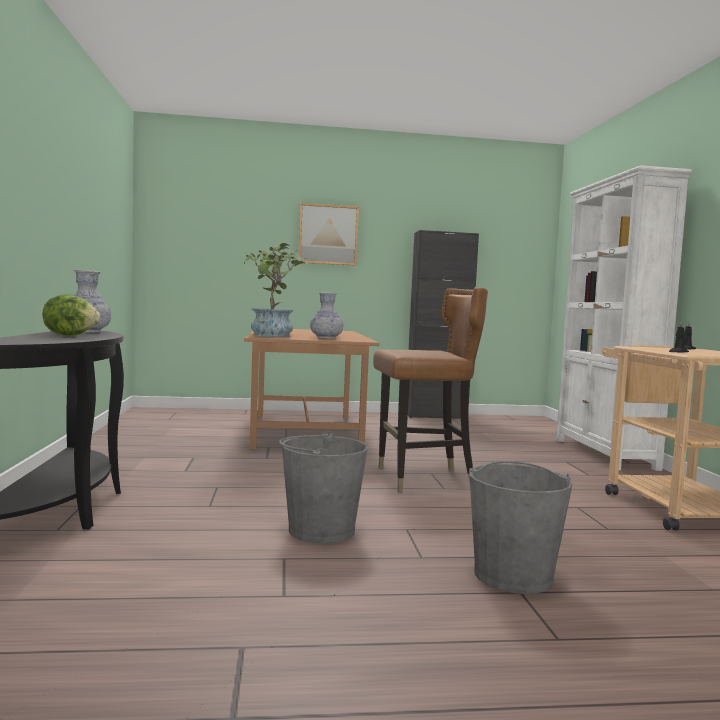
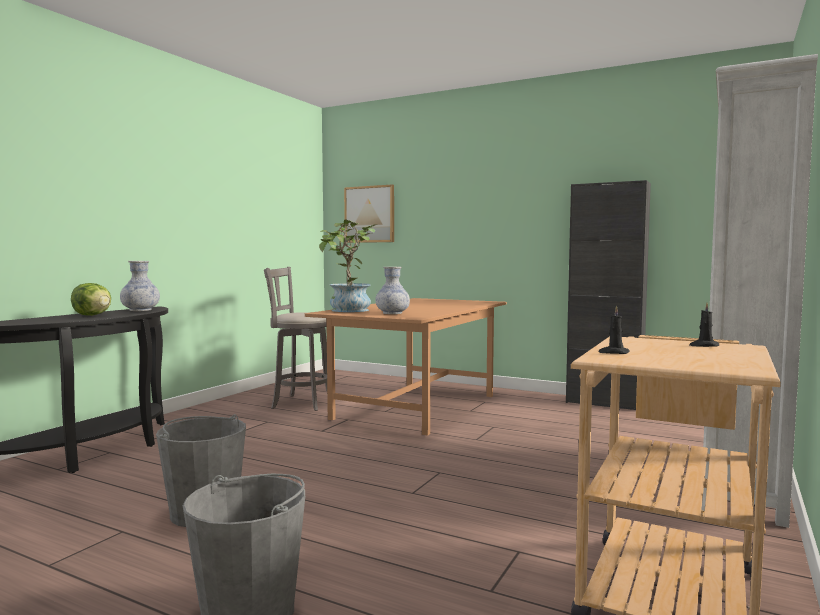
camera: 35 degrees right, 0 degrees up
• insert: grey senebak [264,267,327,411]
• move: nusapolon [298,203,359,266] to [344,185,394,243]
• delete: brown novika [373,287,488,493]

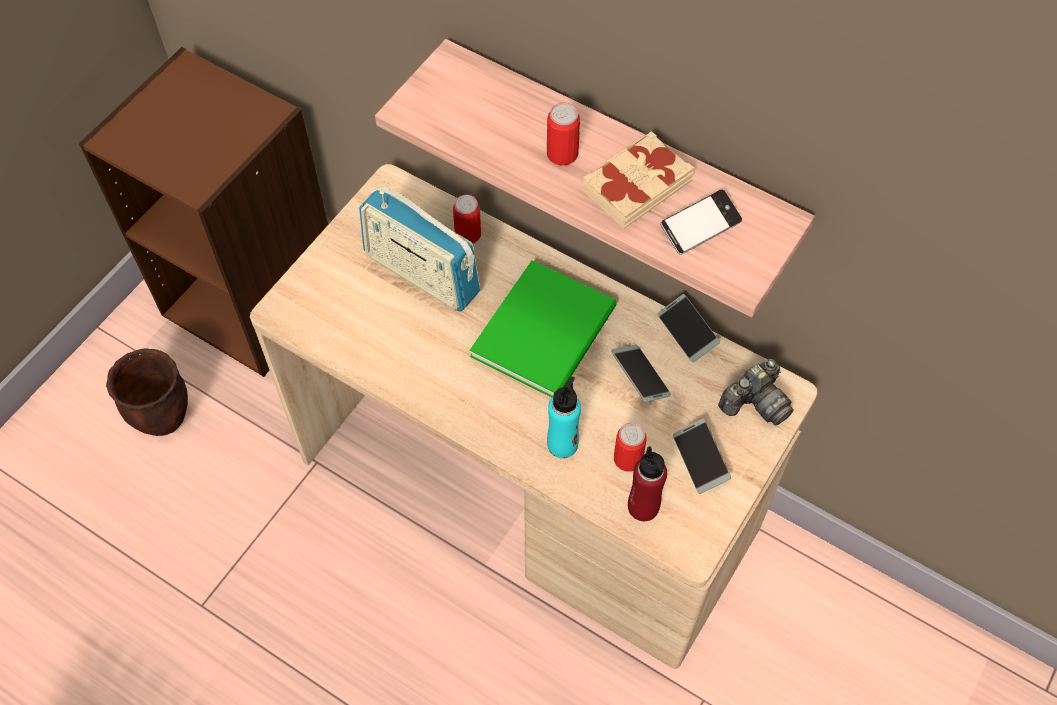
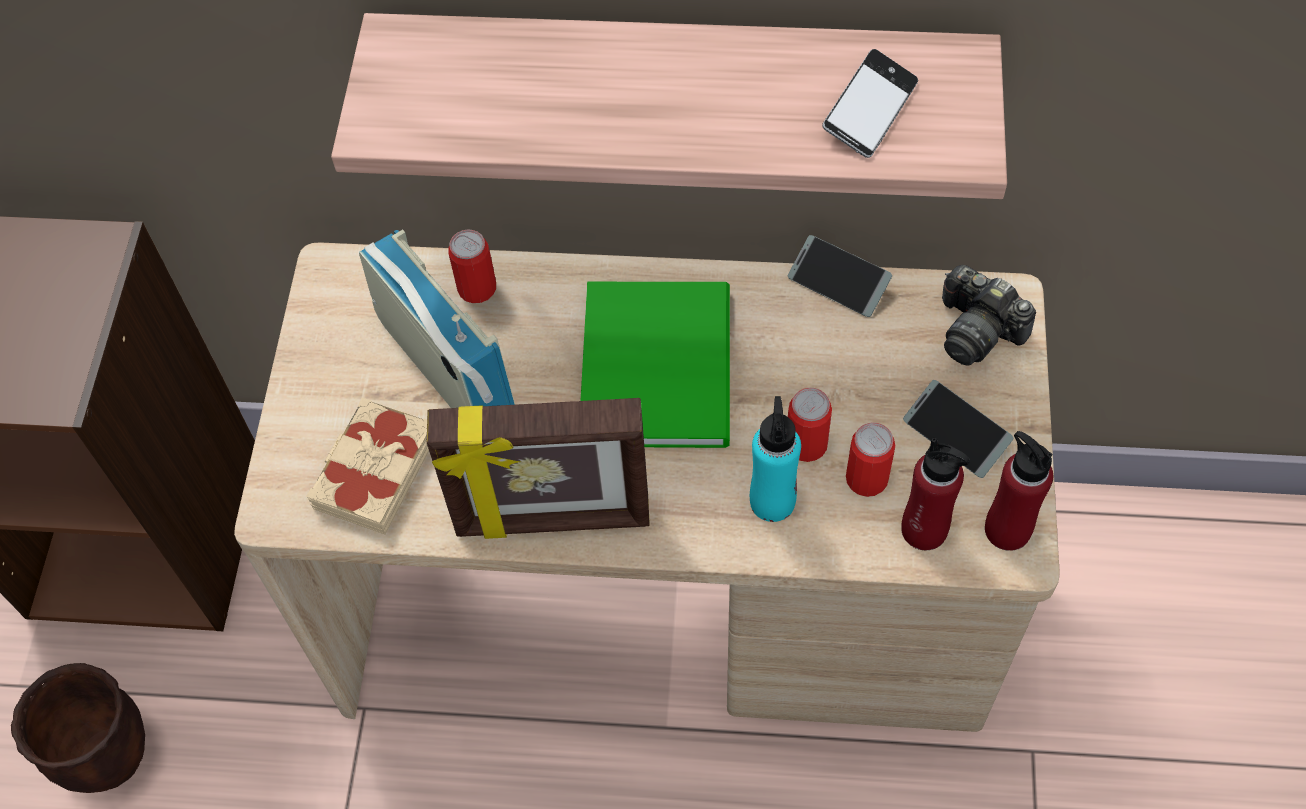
camera: 25 degrees left, 0 degrees up
• move: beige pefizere [583,131,694,229] to [306,398,429,534]
• rotate: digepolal [359,187,481,312] = [359,230,515,408] 135 degrees counterclockwise
• insert: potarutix [427,398,650,539]
• move: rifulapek [547,103,580,165] to [788,388,832,462]
• rotate: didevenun [718,359,794,426] = [942,265,1036,366] 105 degrees clockwise
• insert: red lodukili [985,431,1053,551]
• delete: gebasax [611,344,671,402]

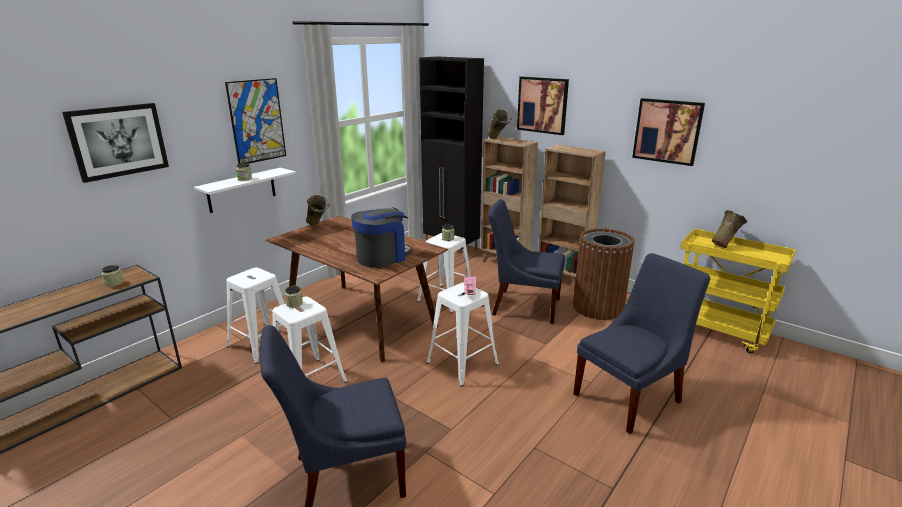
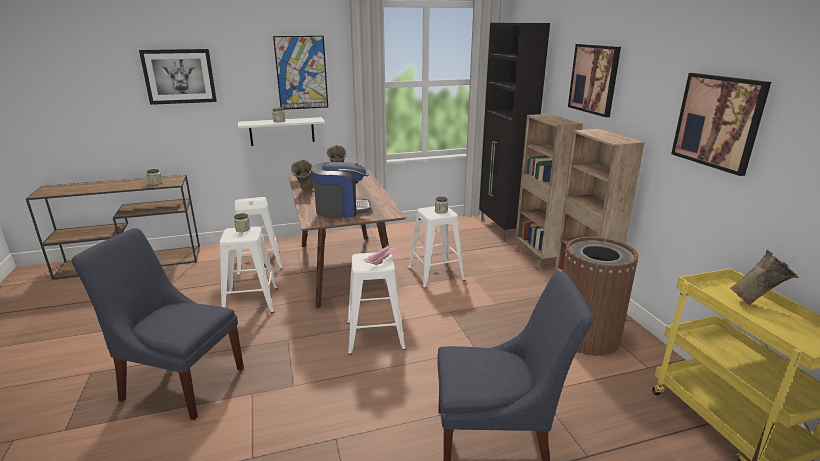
camera: 35 degrees right, 0 degrees up
• move: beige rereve [487,109,512,139] to [291,160,314,191]
• delete: blue novika [487,199,565,324]

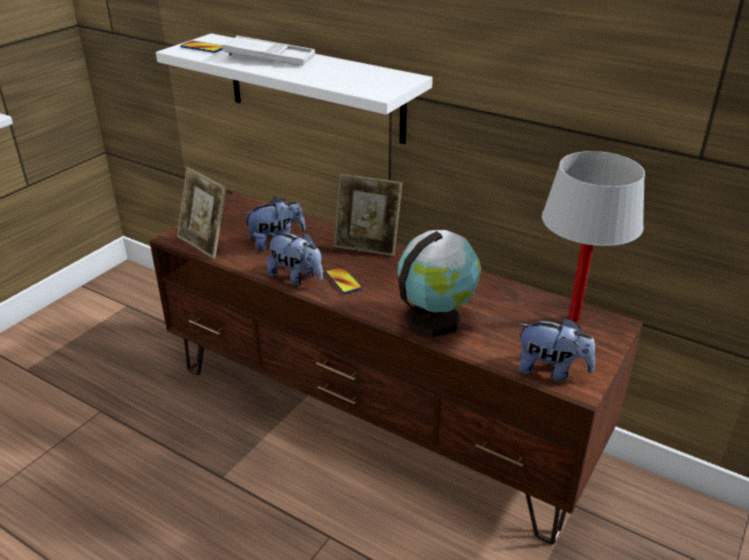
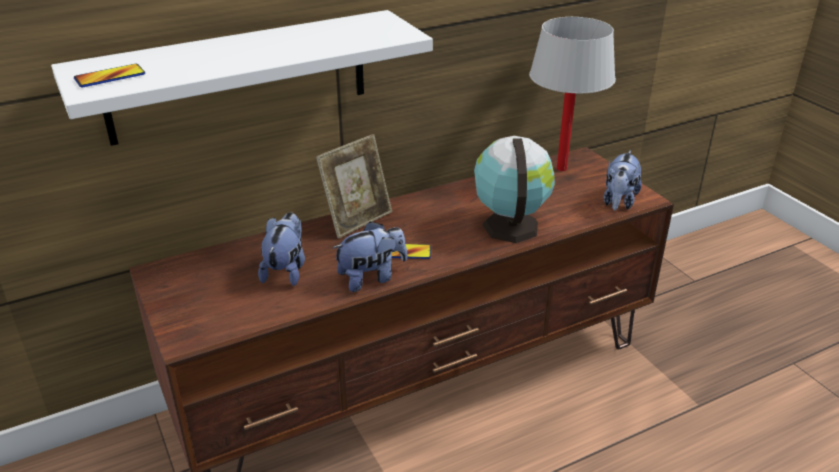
camera: 60 degrees left, 0 degrees up
• rotate: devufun [518,318,595,382] = [604,150,642,210] 150 degrees clockwise
• delete: potarutix [177,167,227,259]
• delete: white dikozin [222,36,315,66]

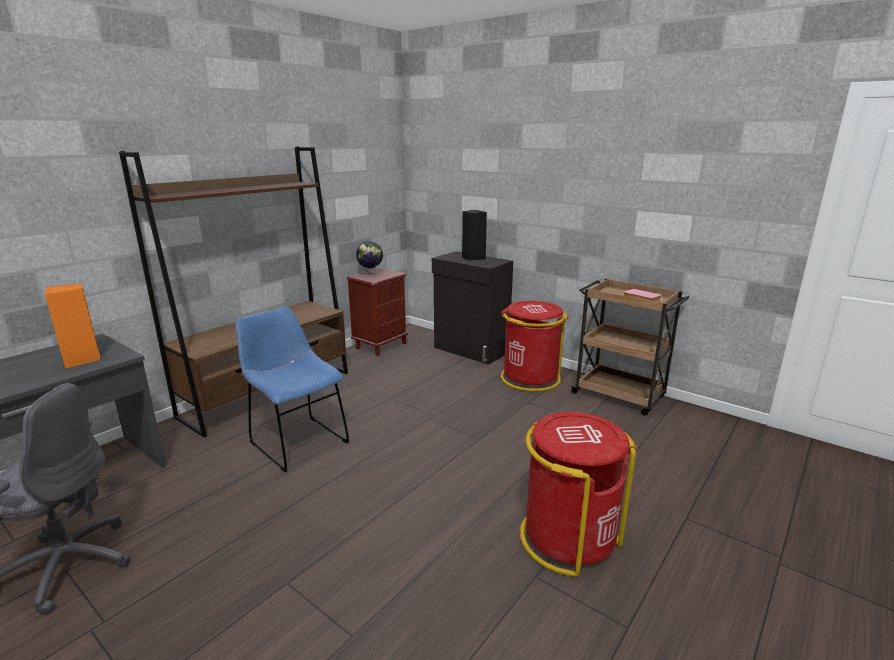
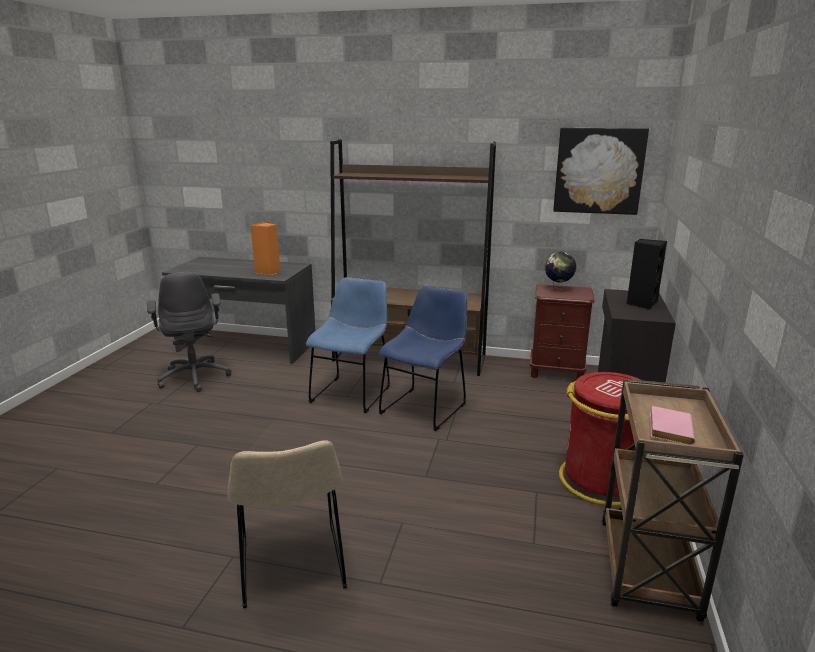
camera: 65 degrees right, 0 degrees up
• replace: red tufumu [520,412,637,577] to beige novika [228,440,347,608]
• insert: blue novika [379,286,468,431]
• insert: nusapolon [553,128,649,215]

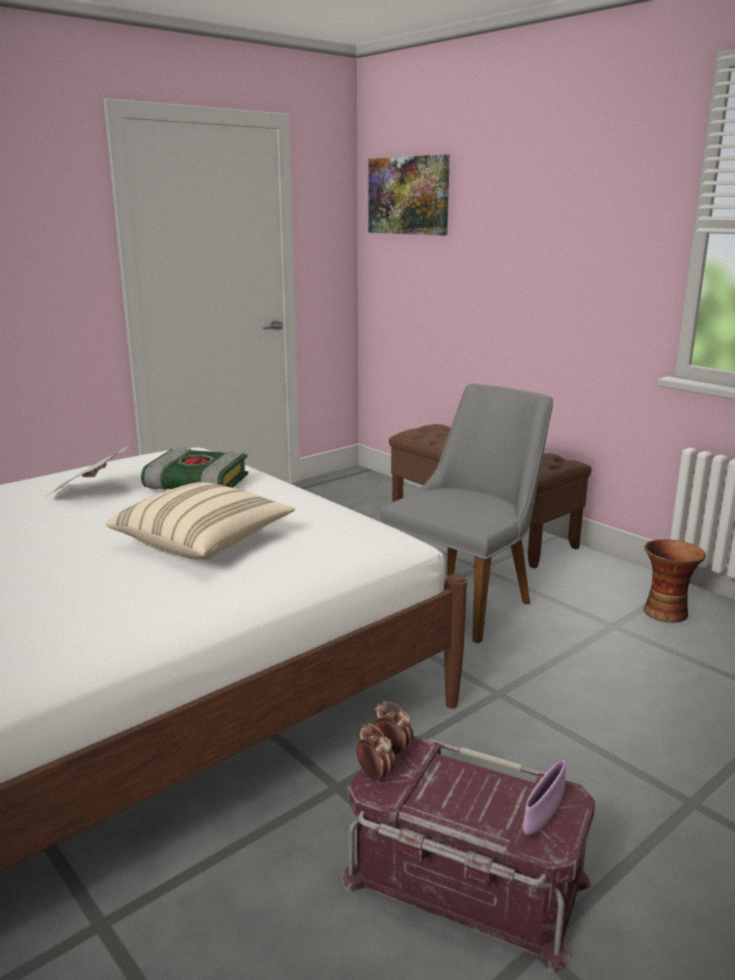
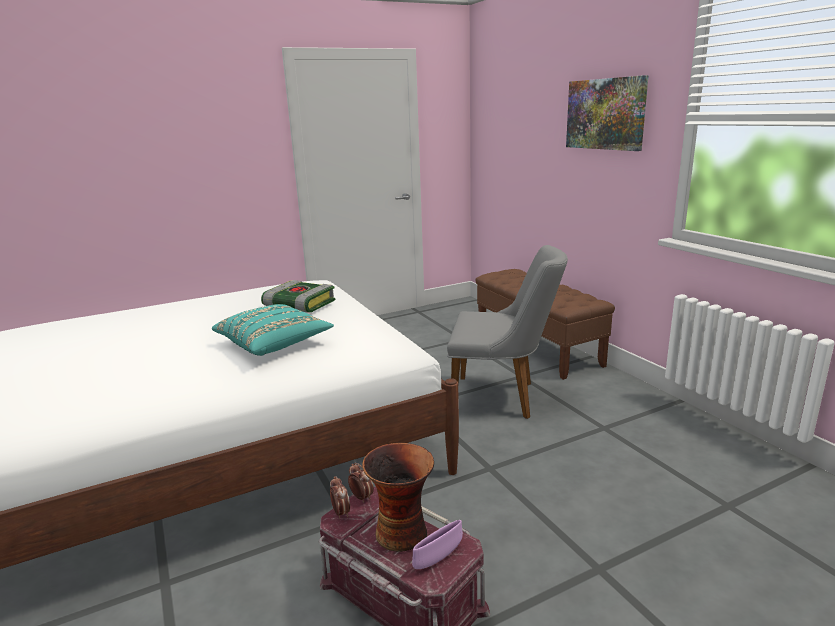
camera: 15 degrees right, 0 degrees up
• recolor: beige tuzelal [106,482,295,560] to turquoise tuzelal [212,304,334,356]
• move: rereve [644,539,706,623] to [362,443,434,552]
• rotate: grey novika [380,383,553,644] = [447,245,568,419] 45 degrees clockwise
• move: nusapolon [369,154,450,235] to [566,75,649,151]
• delete: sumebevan [46,445,130,496]

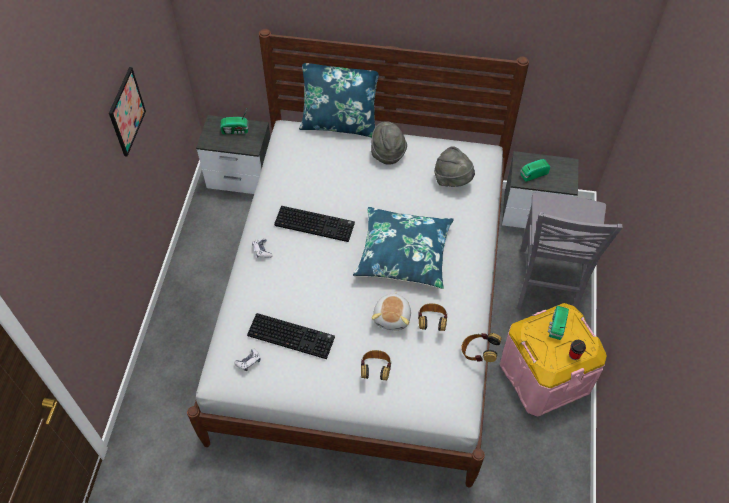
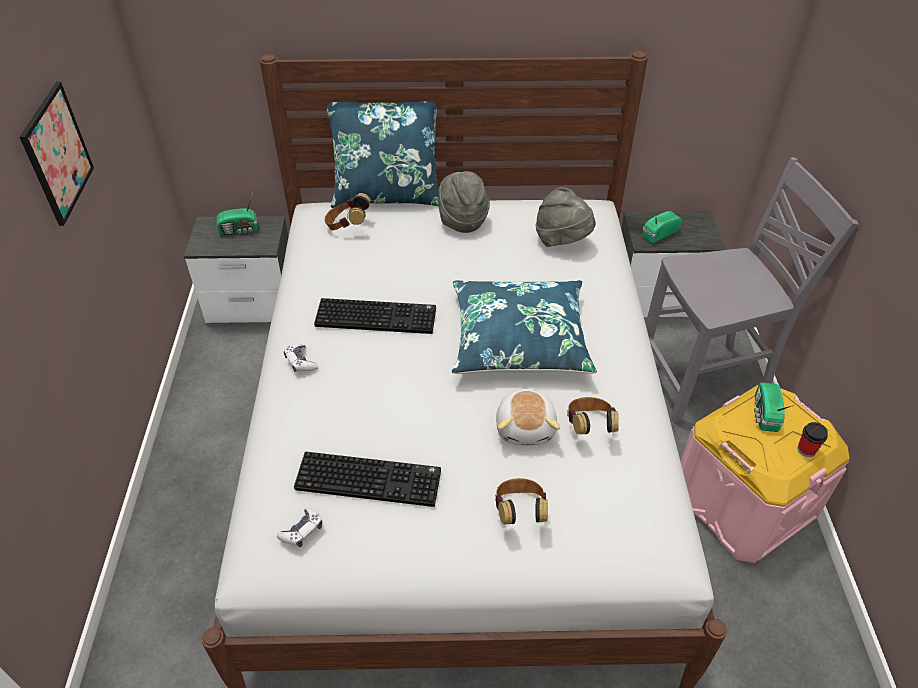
camera: 10 degrees left, 10 degrees down
• move: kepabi [461,333,502,362] to [325,193,371,230]
• rotate: grey novika [517,193,623,309] = [645,157,859,423] 105 degrees counterclockwise

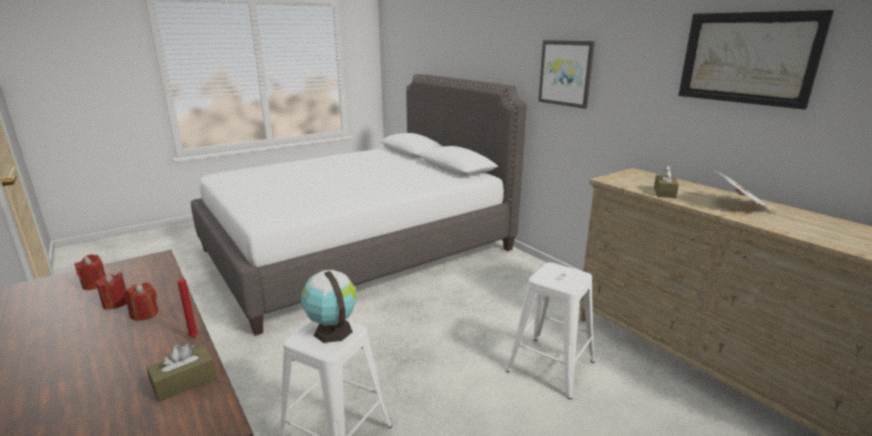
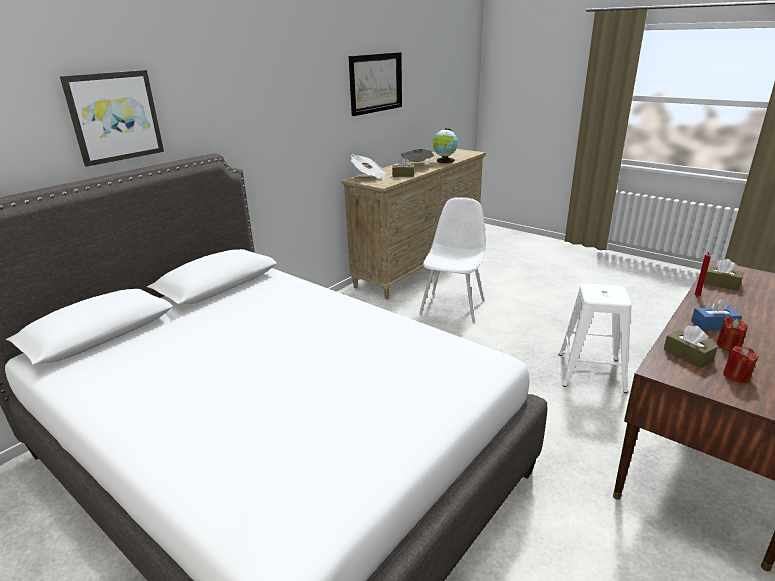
camera: 105 degrees left, 5 degrees up
• move: nusapolon [538,40,595,109] to [60,70,164,167]
• insert: sumebevan [351,154,386,180]
• replace: white senebak [506,262,595,399] to white novika [419,197,486,323]
• move: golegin [301,270,357,343] to [433,128,458,163]
• insert: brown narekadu [664,325,718,368]
• replace: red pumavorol [124,282,158,321] to blue narekadu [691,299,741,331]

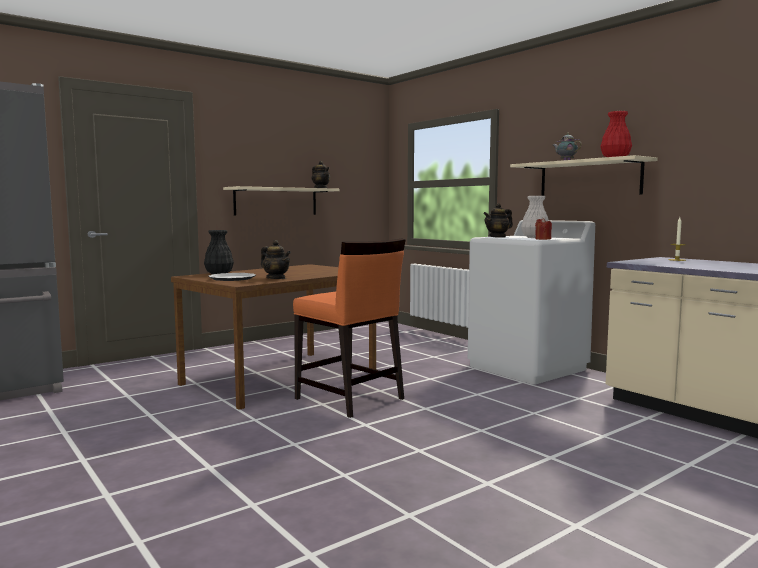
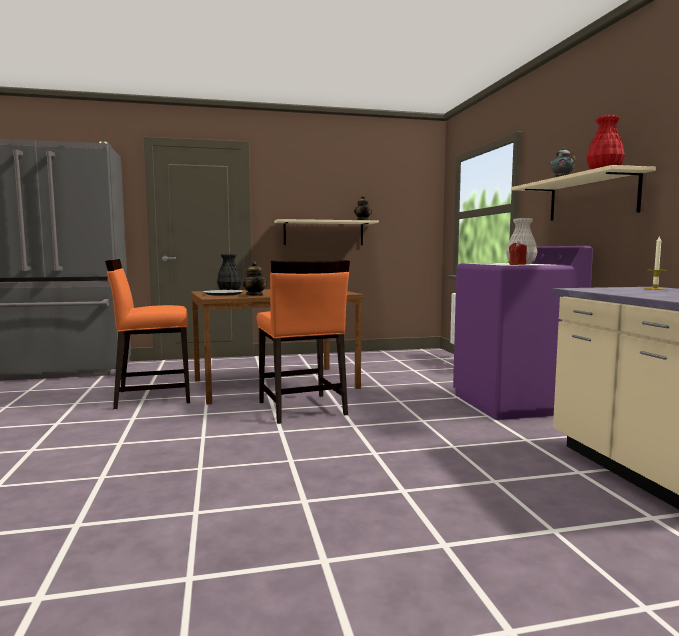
camera: 25 degrees right, 0 degrees up
• insert: orange novika [105,259,190,409]
• recolor: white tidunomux [468,220,595,385] to purple tidunomux [453,246,593,420]
• delete: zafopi [483,203,513,238]

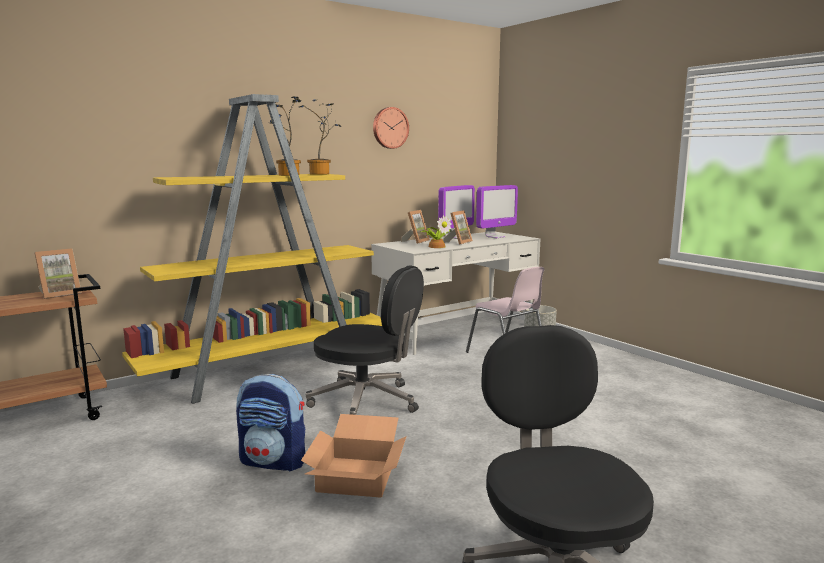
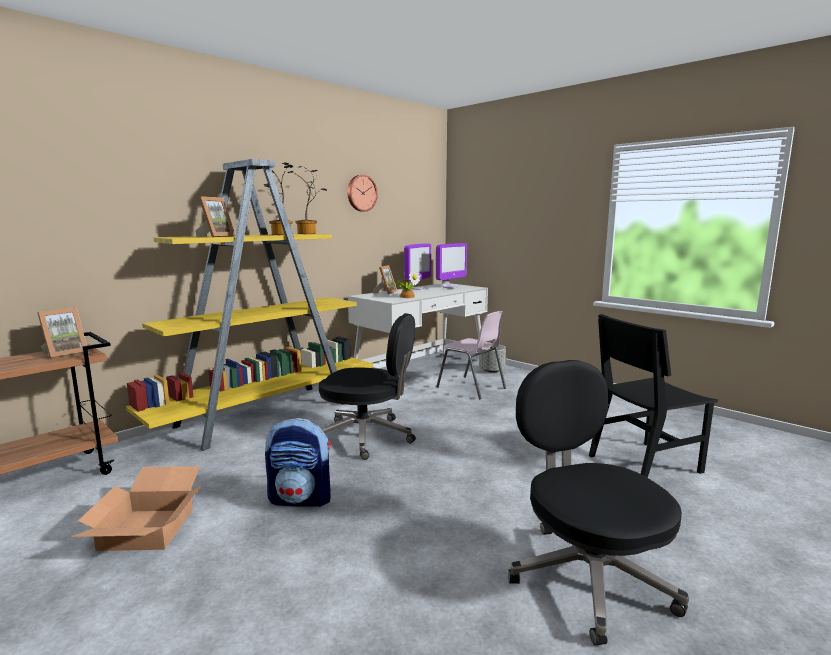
camera: 10 degrees left, 0 degrees up
• move: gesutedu [301,414,407,498] to [71,466,202,551]
• move: potarutix [443,210,473,245] to [195,196,235,237]
• insert: black novika [589,314,718,478]

